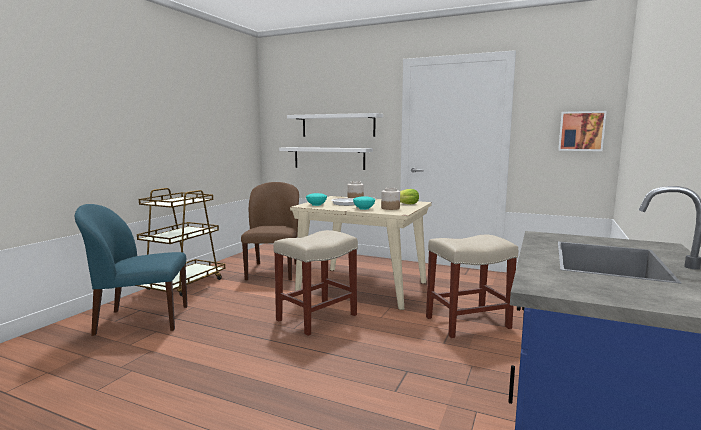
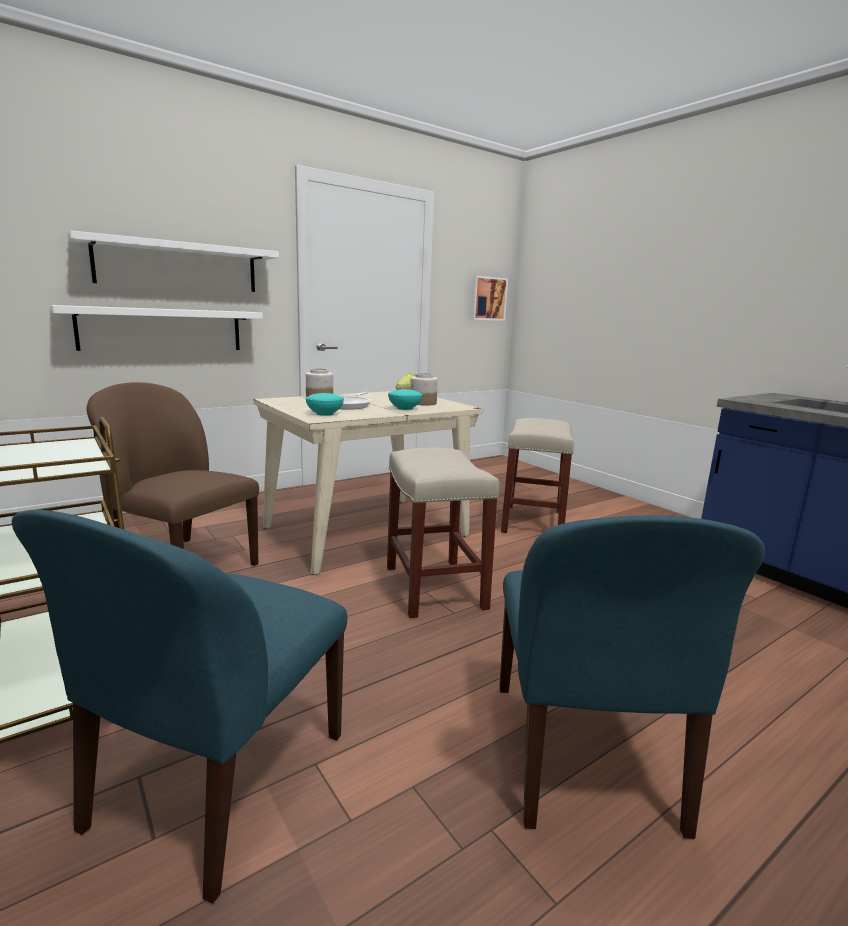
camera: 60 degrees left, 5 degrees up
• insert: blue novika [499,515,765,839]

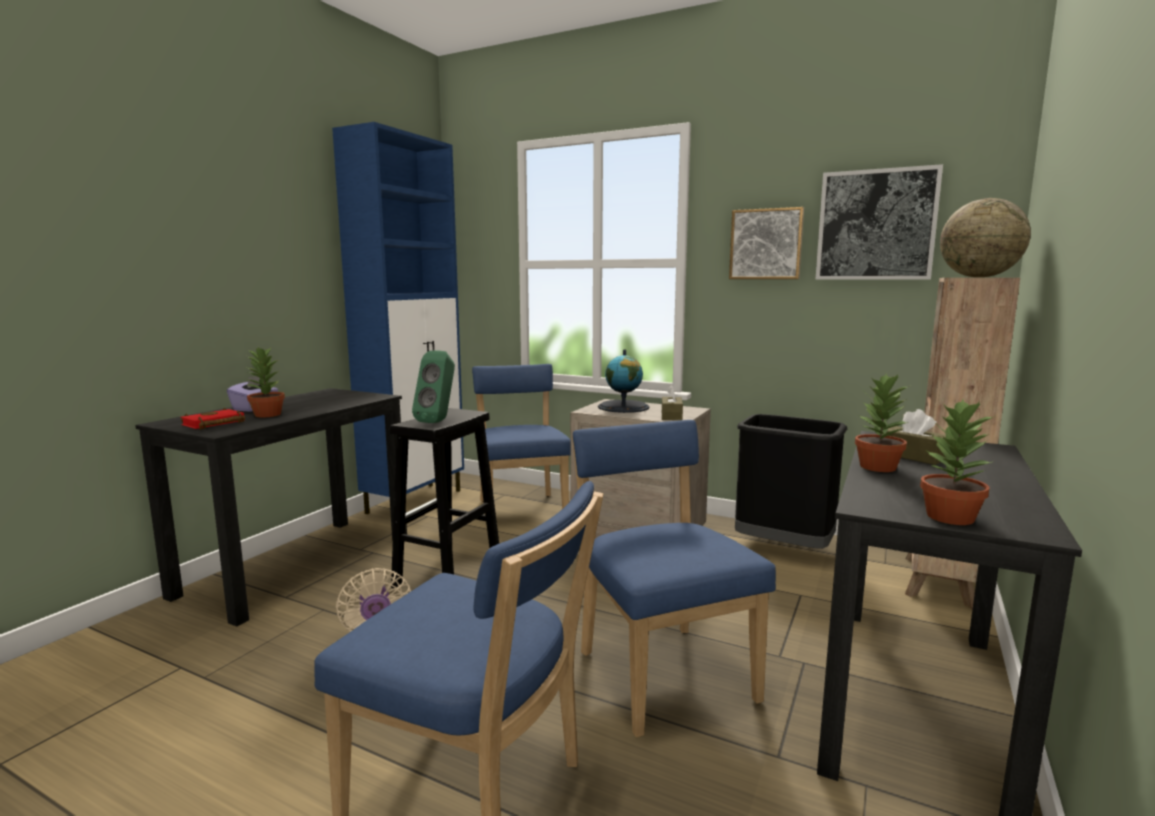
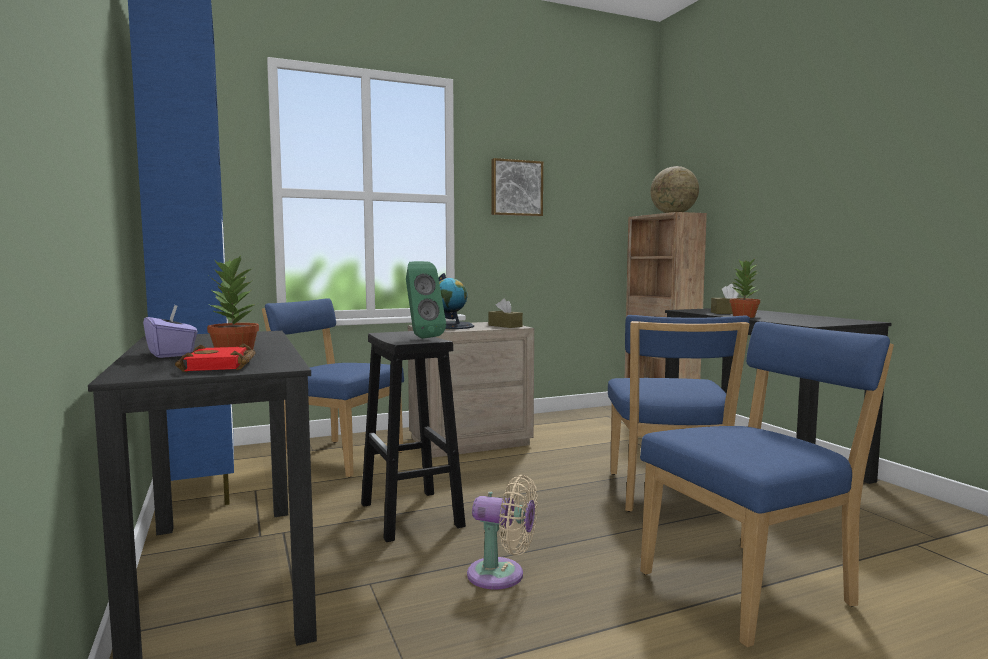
camera: 50 degrees left, 5 degrees down
• rotate: blue novika [572,420,776,737] = [608,315,750,512] 105 degrees counterclockwise
• delete: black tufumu [735,414,848,549]
• delete: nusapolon [816,164,943,280]
• delete: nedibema [920,400,995,525]

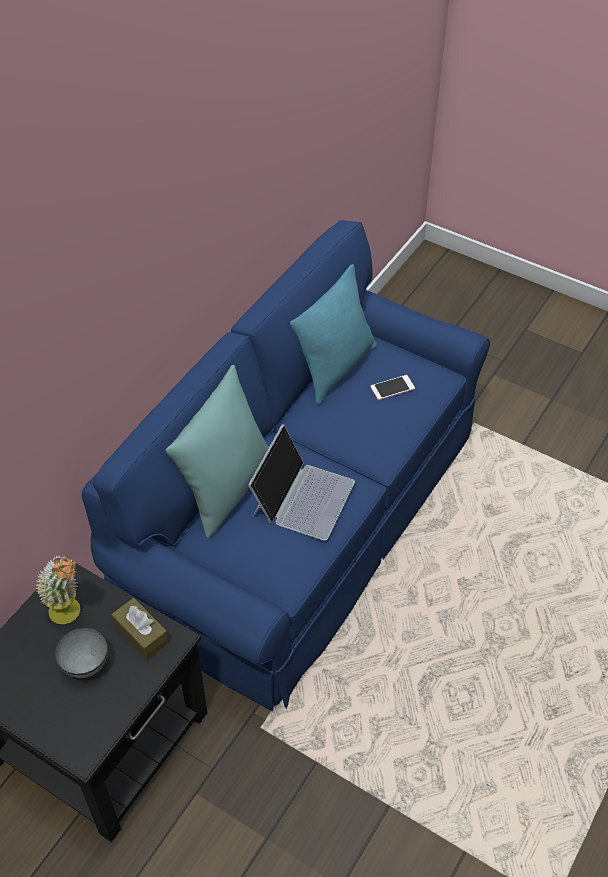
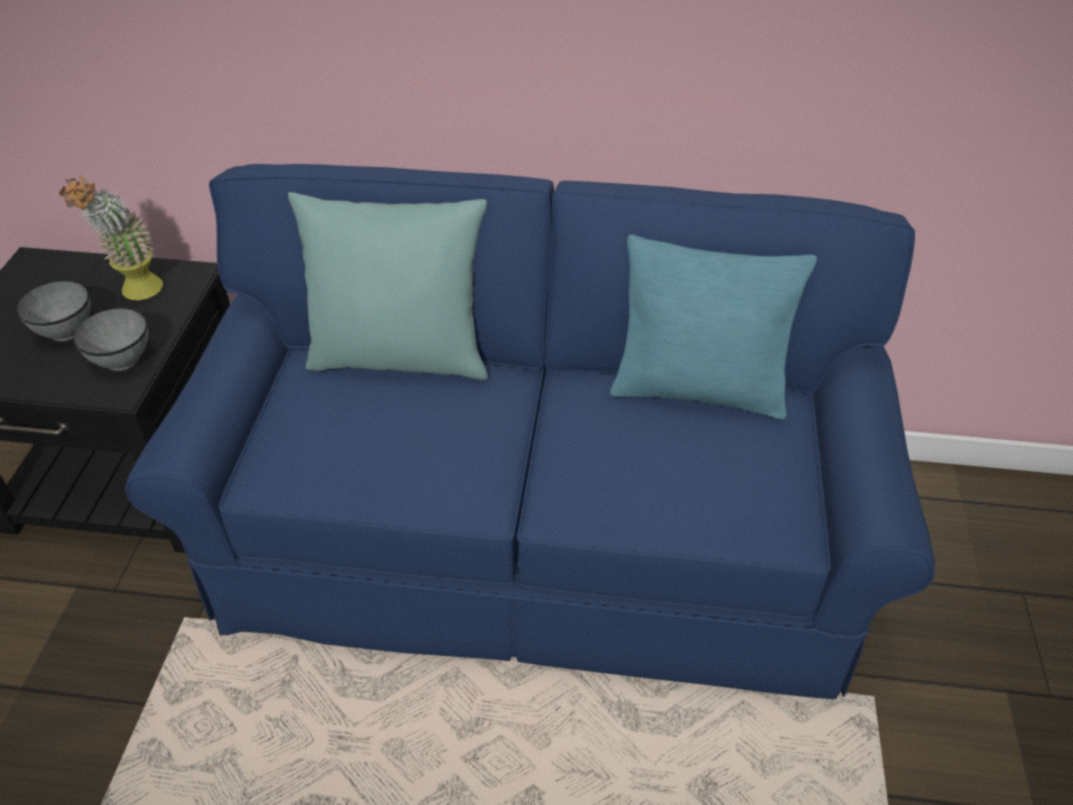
camera: 65 degrees right, 5 degrees down
• replace: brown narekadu [111,598,169,660] to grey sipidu [73,308,148,371]
• delete: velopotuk [248,424,355,541]
• delete: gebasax [370,375,415,400]

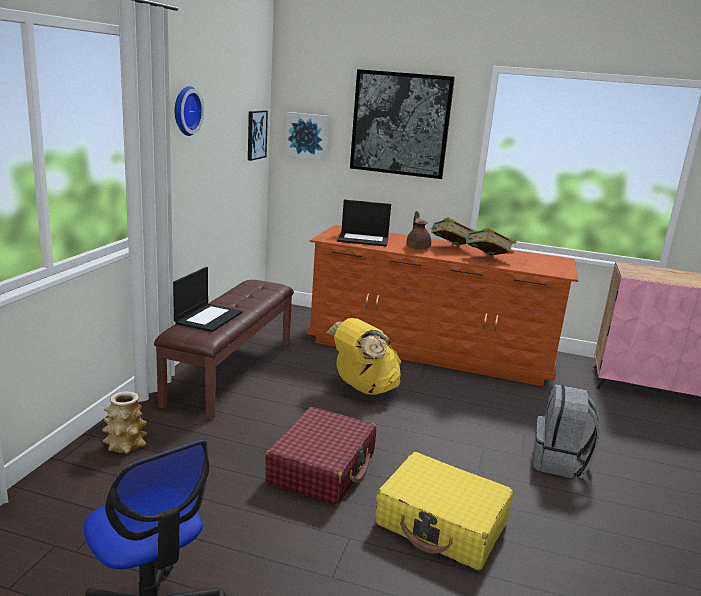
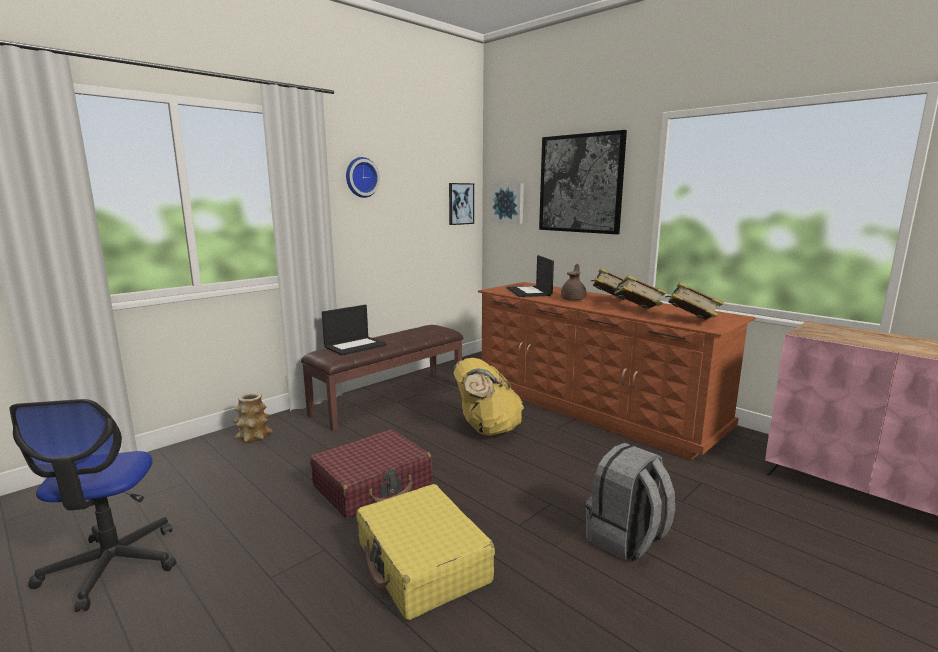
camera: 30 degrees right, 5 degrees down
• rotate: velopotuk [337,200,391,247] = [507,255,554,297] 45 degrees clockwise
• insert: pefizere [665,282,724,320]

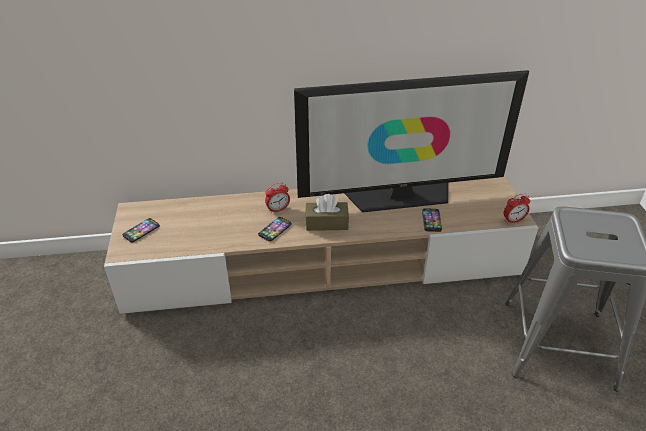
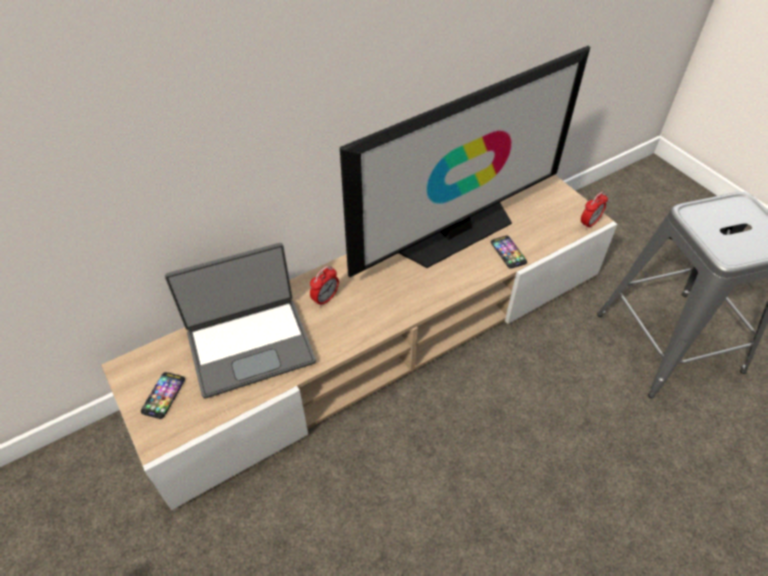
camera: 25 degrees left, 10 degrees up
• insert: velopotuk [165,243,316,398]
• delete: gebasax [258,217,292,242]
• delete: brown narekadu [306,194,349,231]

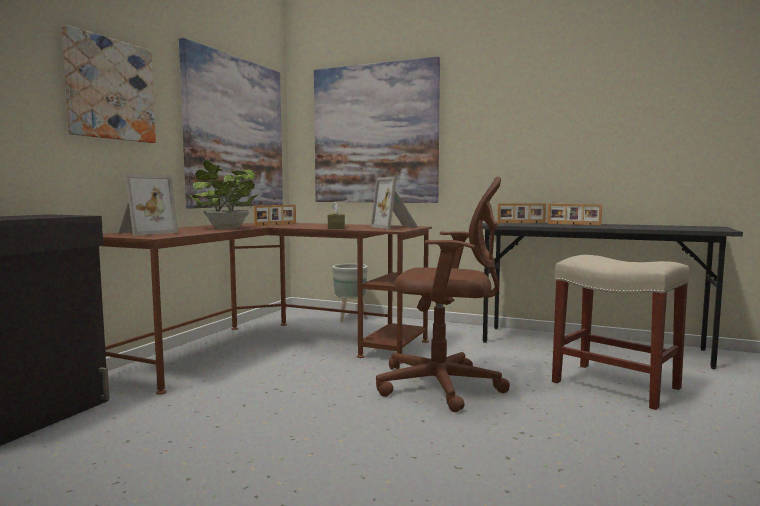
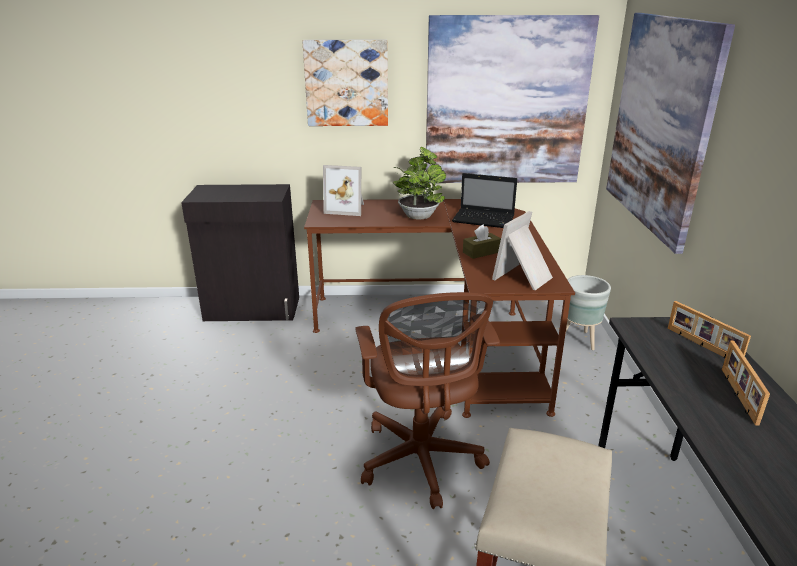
camera: 65 degrees right, 20 degrees up
• replace: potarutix [254,205,296,226] to velopotuk [452,173,517,228]

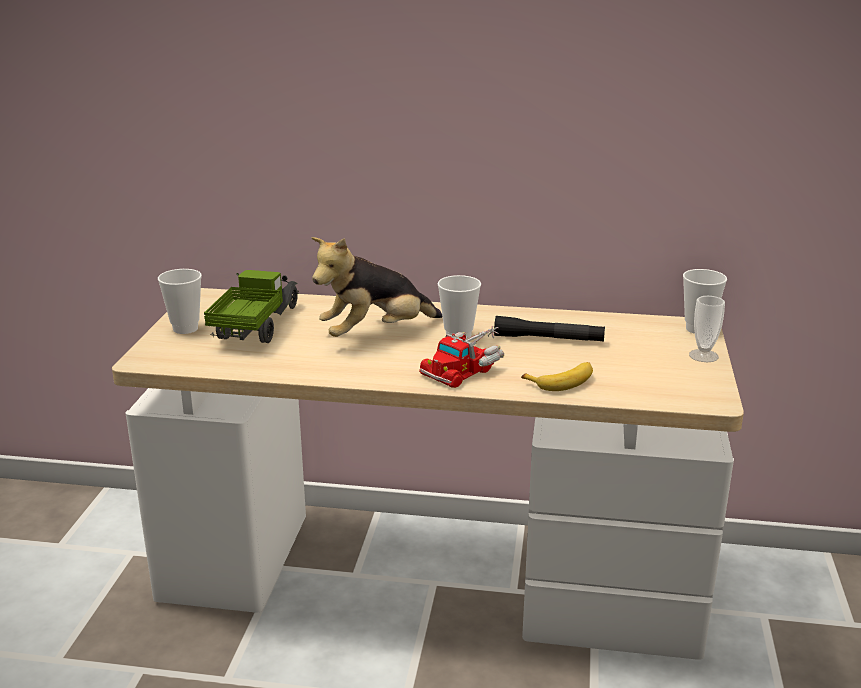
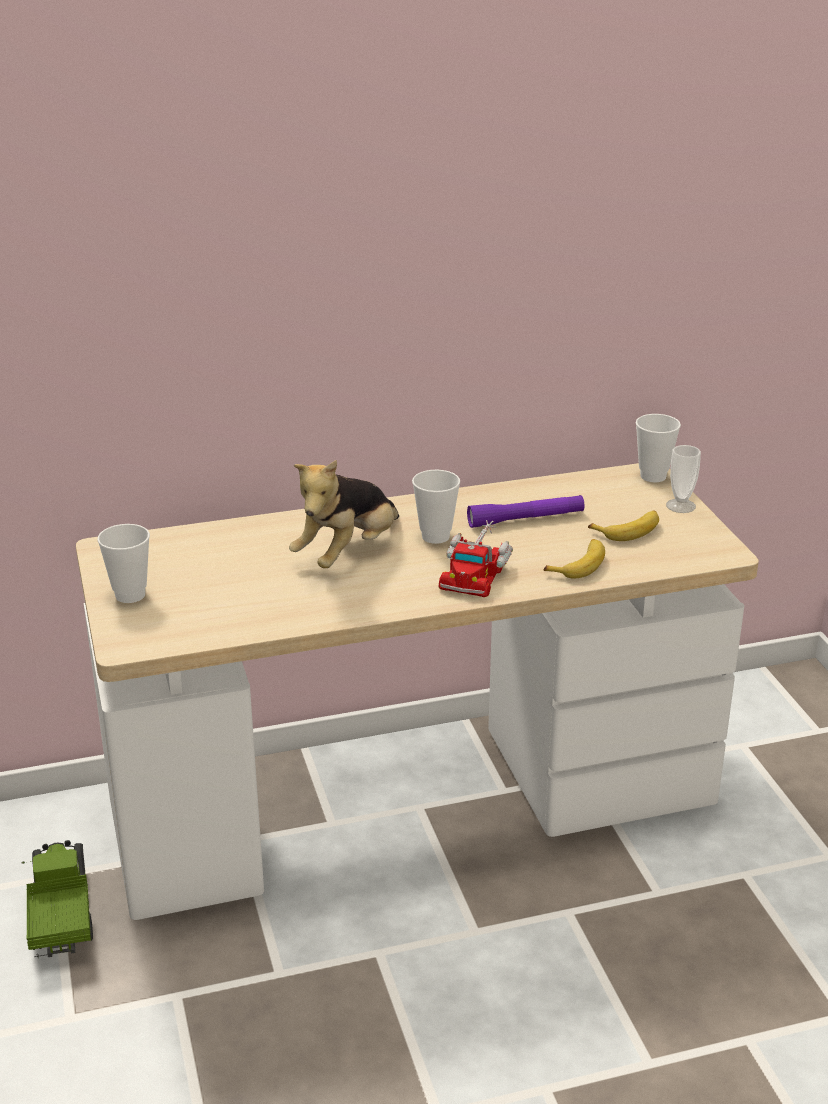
camera: 25 degrees left, 5 degrees up
• move: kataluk [204,270,299,343] to [21,840,93,957]
• recolor: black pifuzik [494,316,605,342] to purple pifuzik [467,495,584,528]
• insert: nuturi [588,511,659,541]

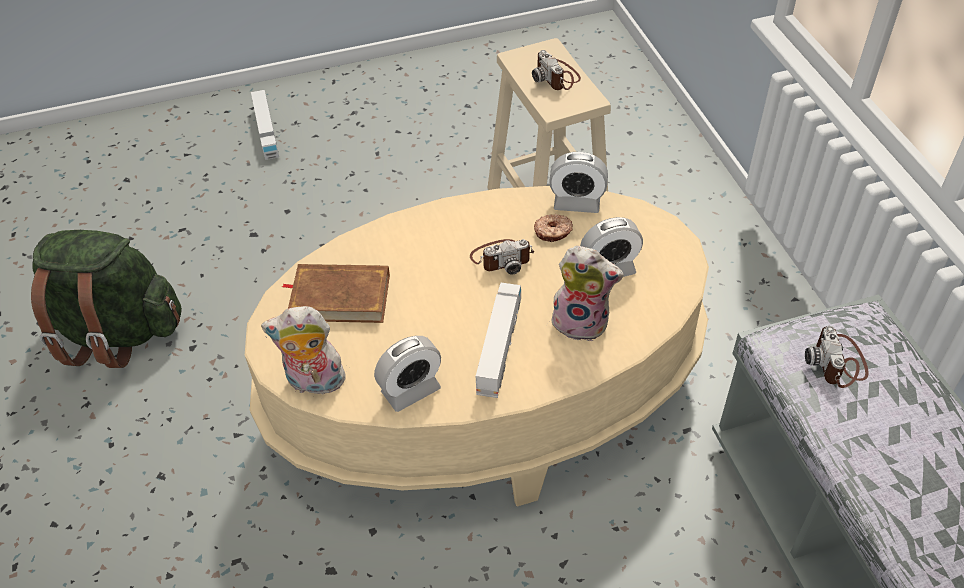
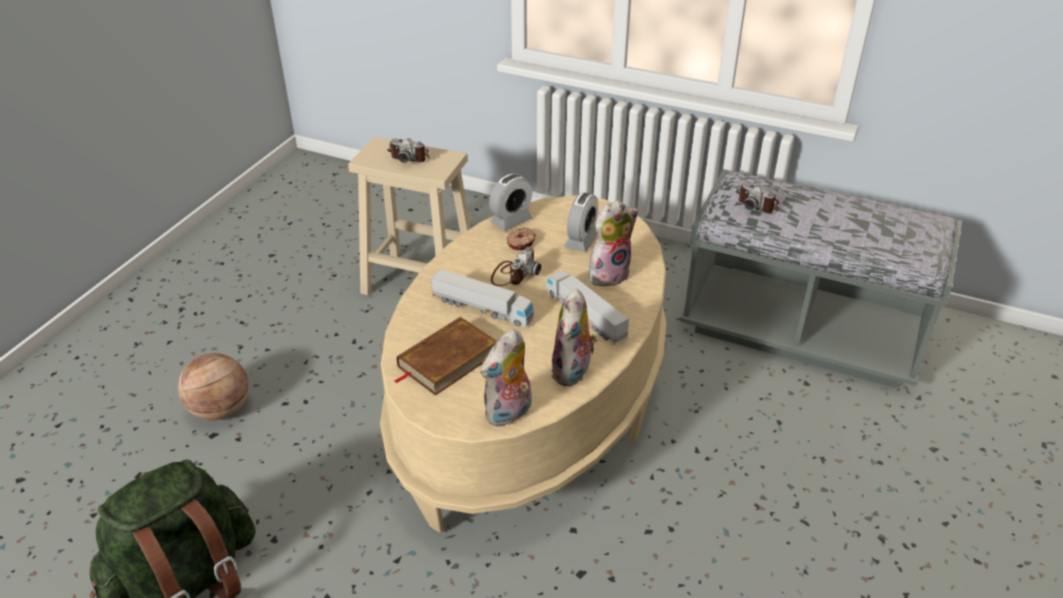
camera: 50 degrees left, 10 degrees down
• insert: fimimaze [178,353,249,420]
• move: kataluk [251,90,279,160] to [431,269,534,327]
• replace: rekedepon [374,336,441,412] to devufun [551,289,598,386]

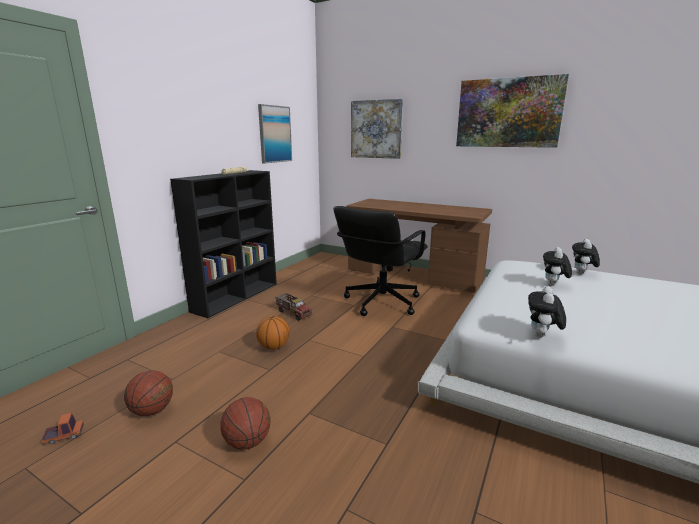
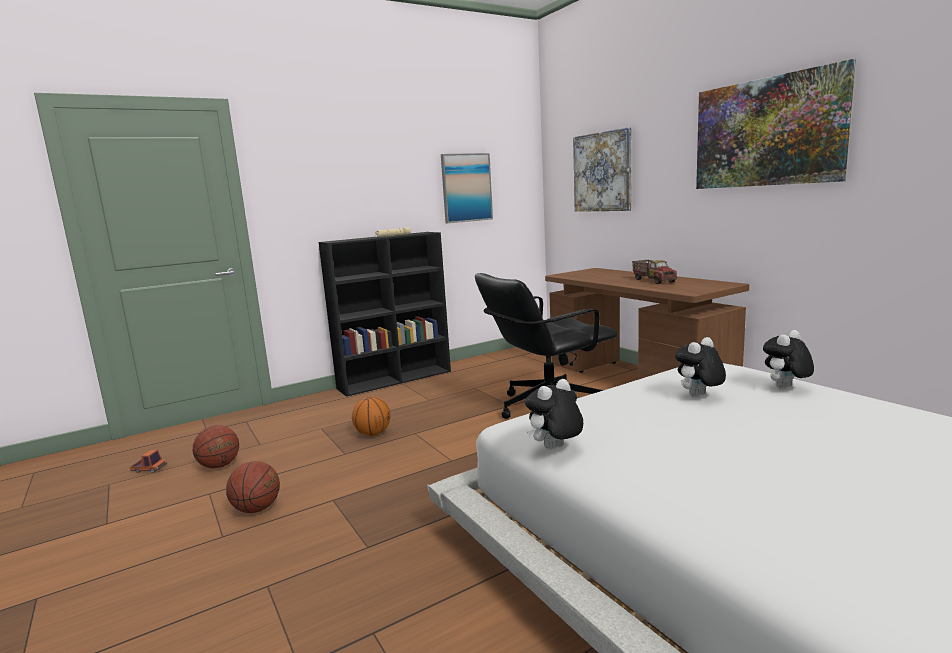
camera: 30 degrees right, 5 degrees down
• move: kataluk [276,293,312,321] to [632,260,677,284]

